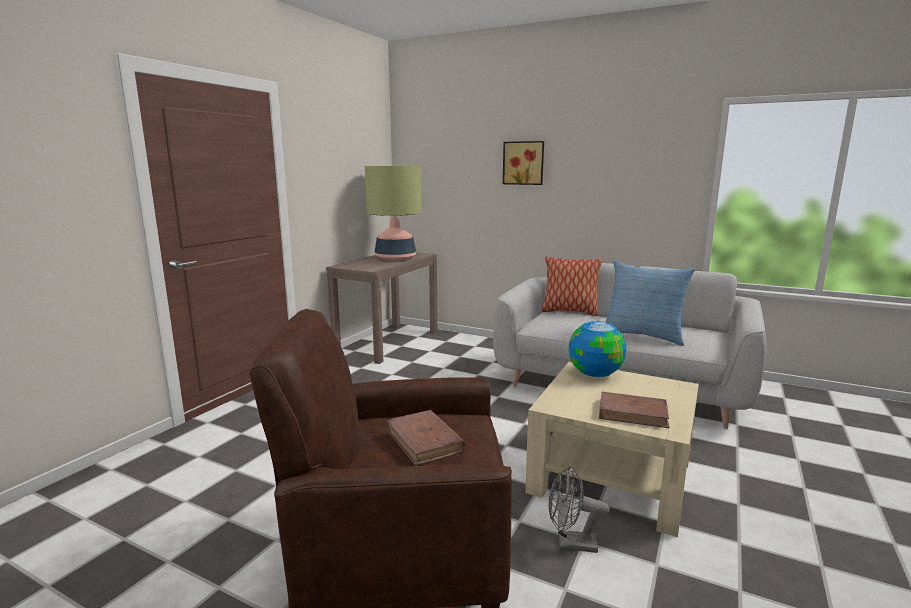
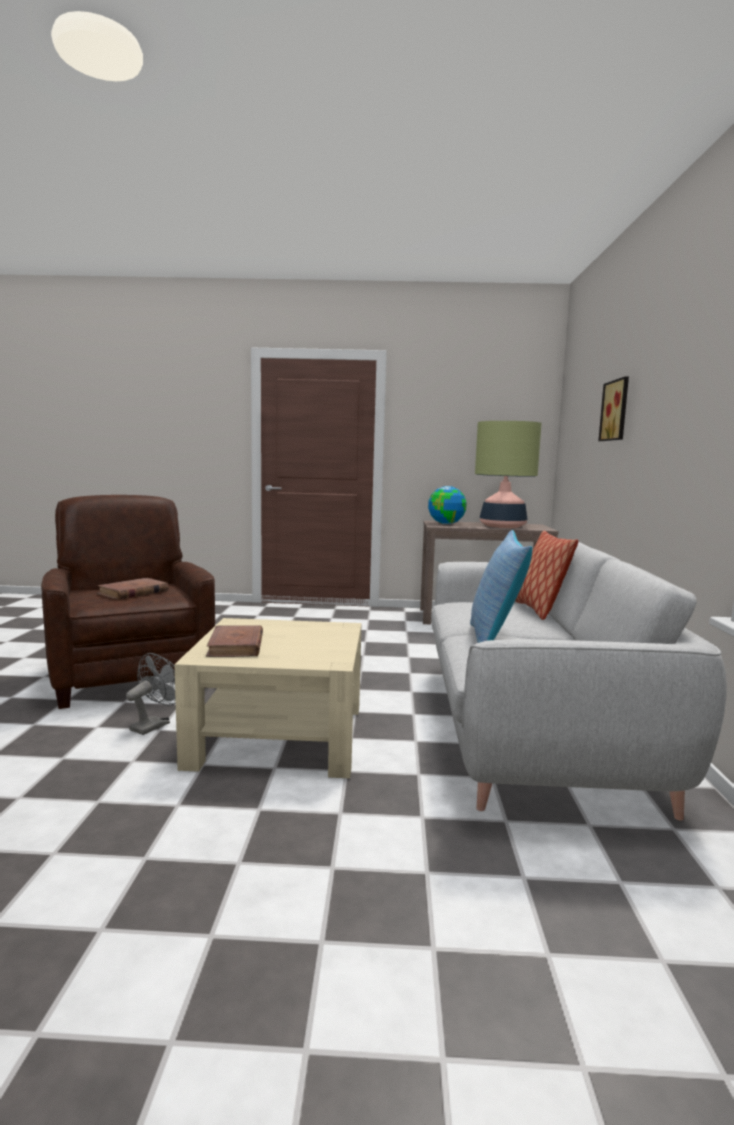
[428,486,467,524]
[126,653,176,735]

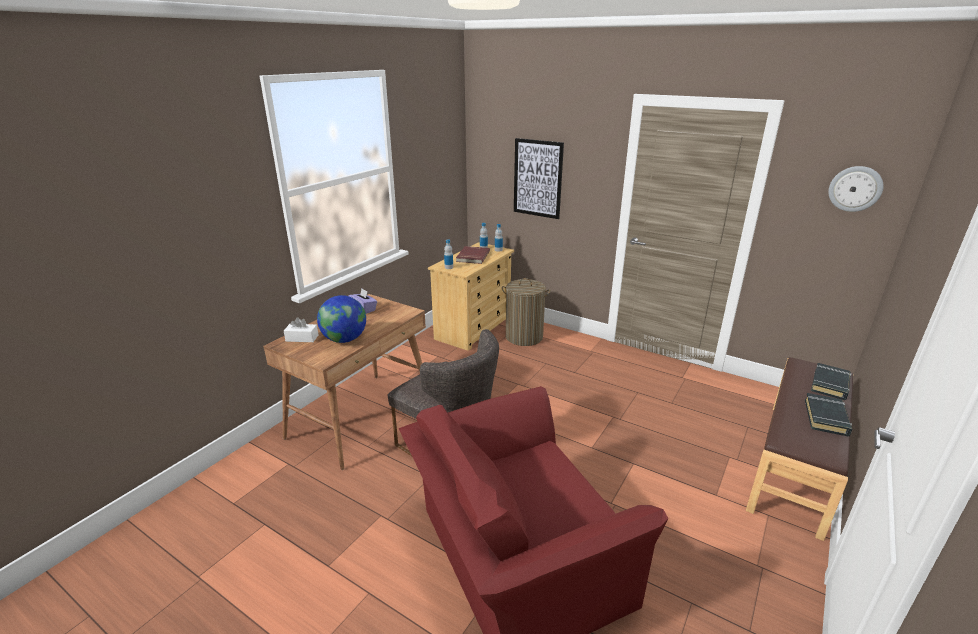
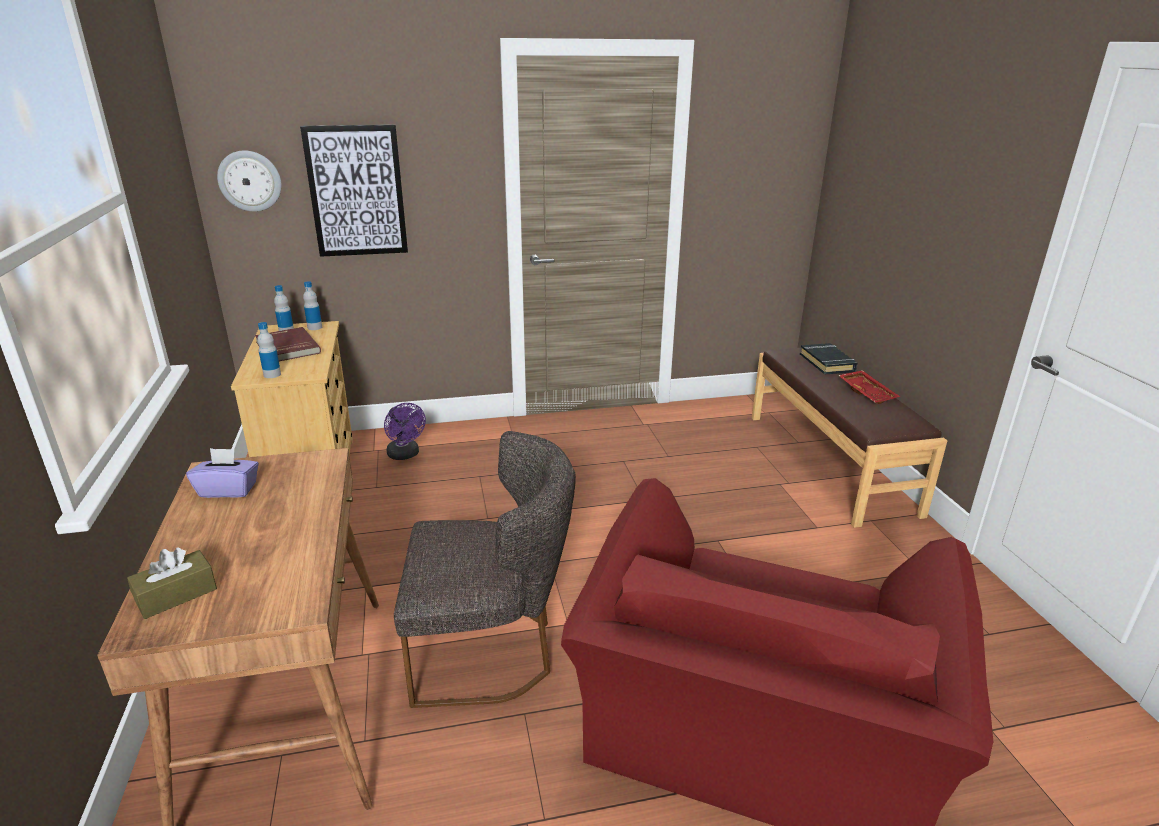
[217,151,281,212]
[384,403,426,460]
[317,295,366,343] (first image)
[127,547,217,619]
[838,370,900,404]

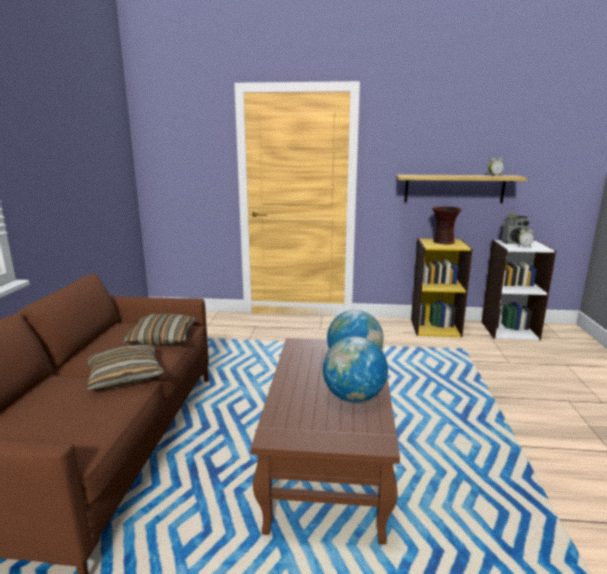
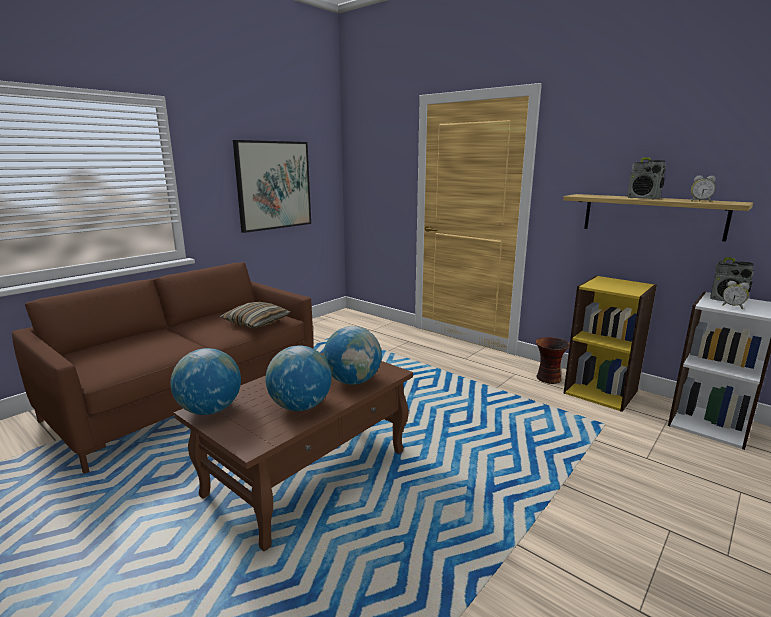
[536,337,570,384]
[86,345,164,390] (first image)
[233,140,311,233]
[627,157,666,199]
[170,348,241,415]

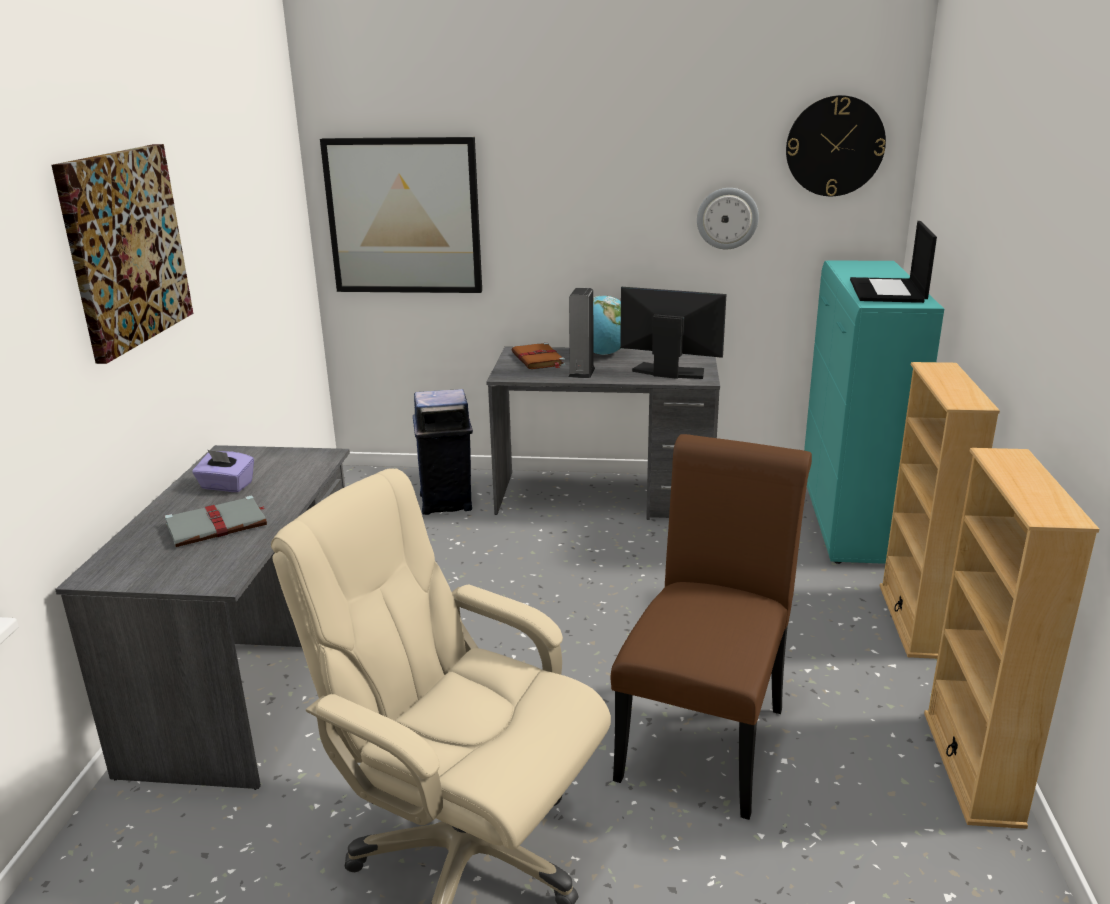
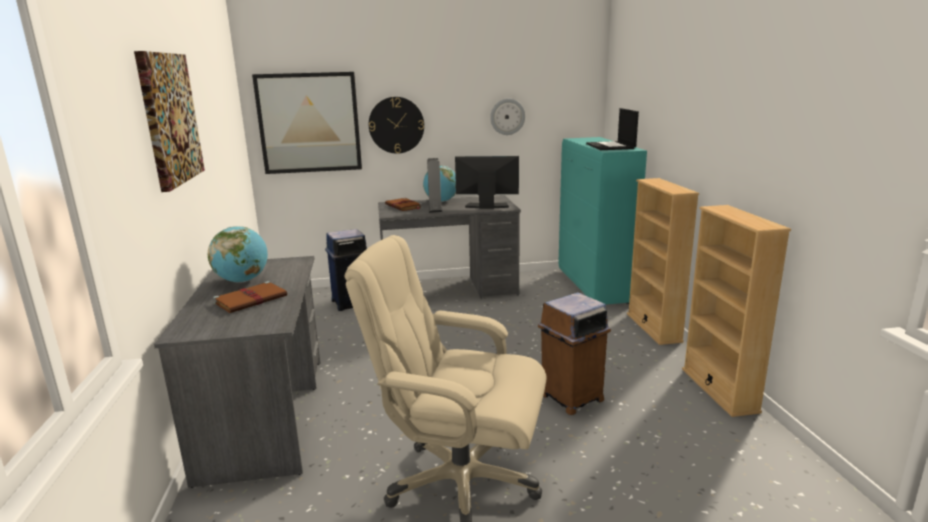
[369,97,424,154]
[538,292,611,415]
[208,226,268,283]
[213,281,287,313]

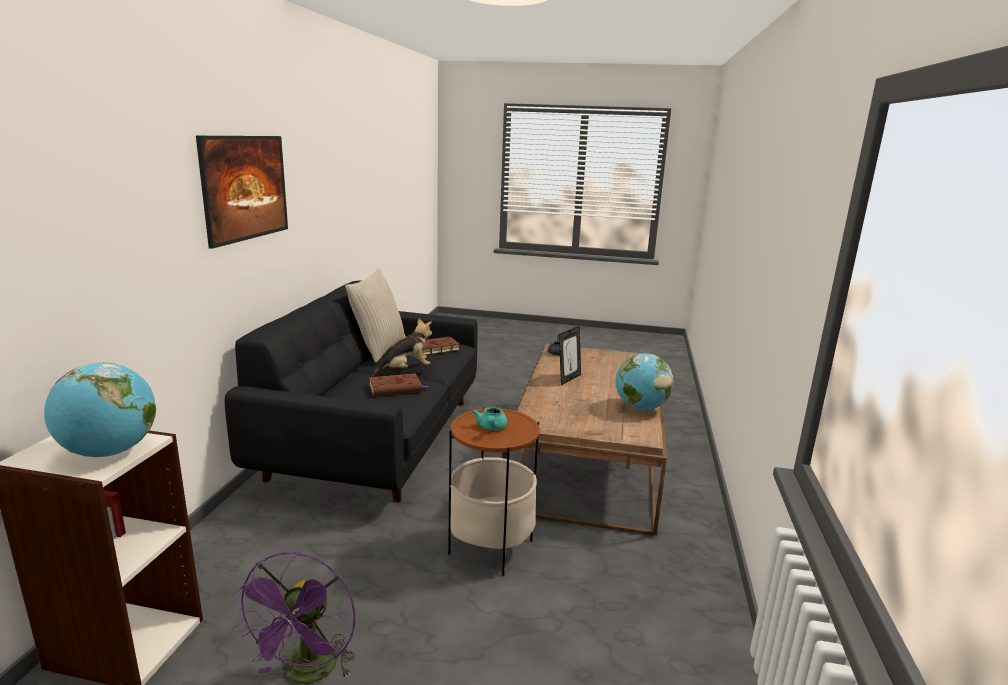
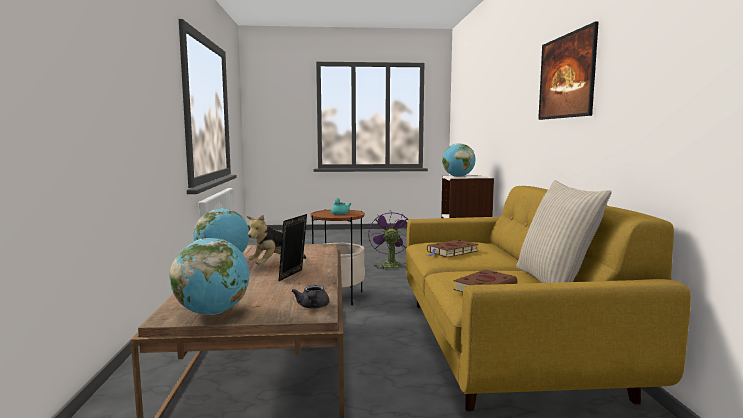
[406,186,691,411]
[246,215,306,265]
[170,238,249,315]

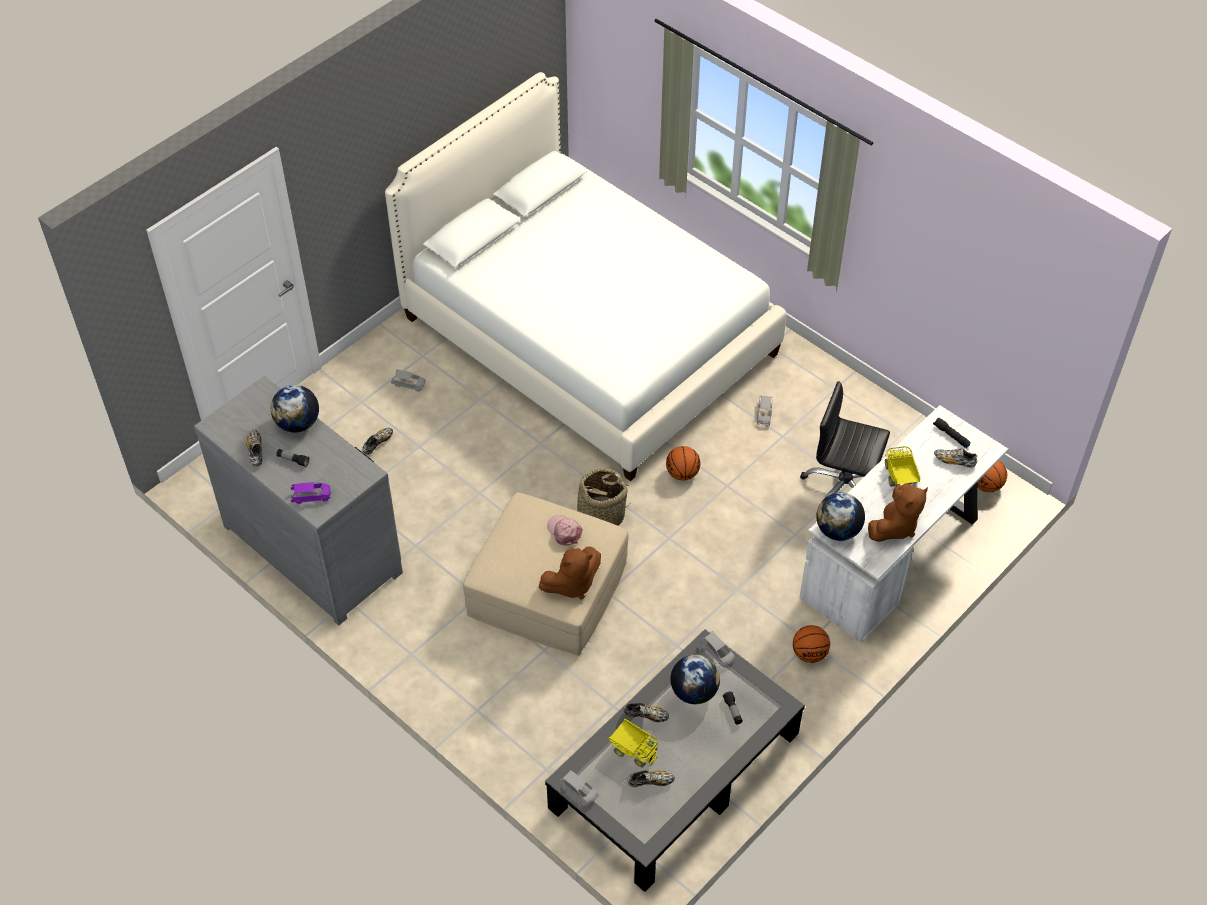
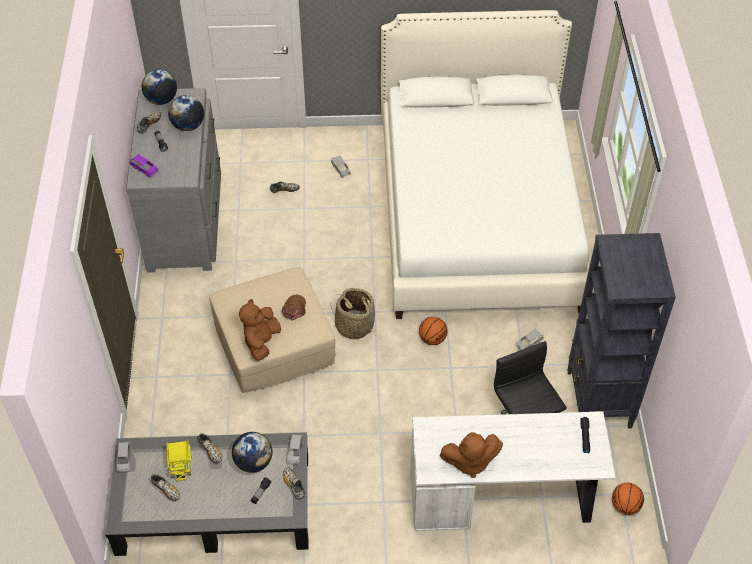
[885,446,920,487] (first image)
[283,467,305,499]
[142,69,177,105]
[282,295,306,321]
[239,299,281,361]
[793,625,830,663] (first image)
[567,233,676,429]

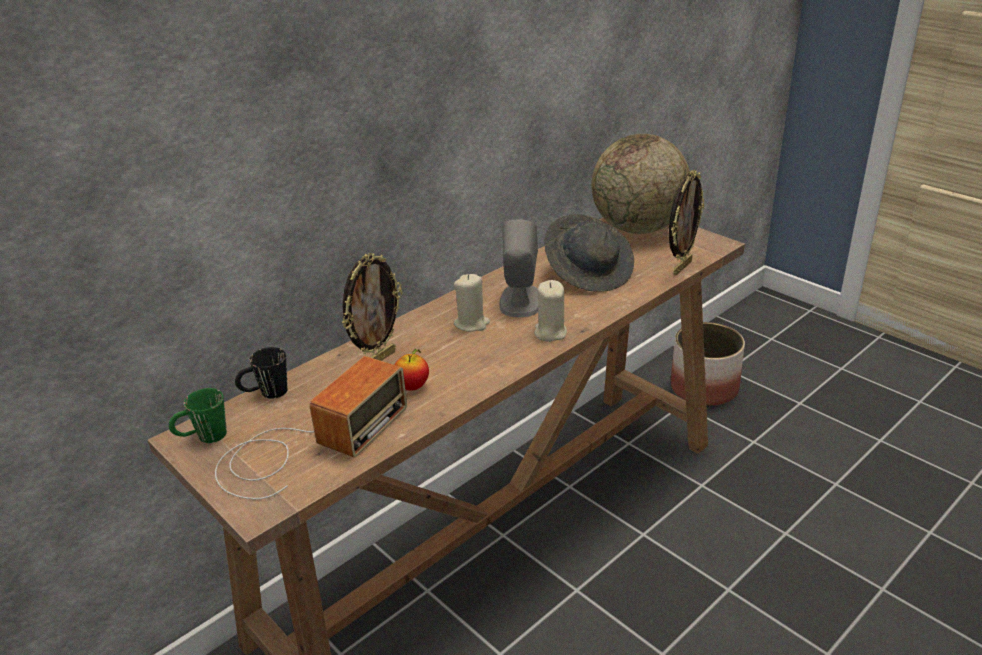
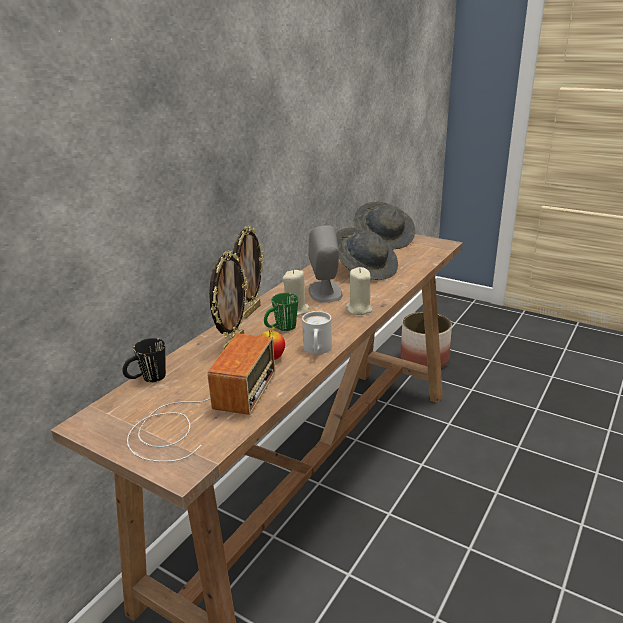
[354,202,416,250]
[233,225,264,319]
[264,293,298,331]
[302,311,332,354]

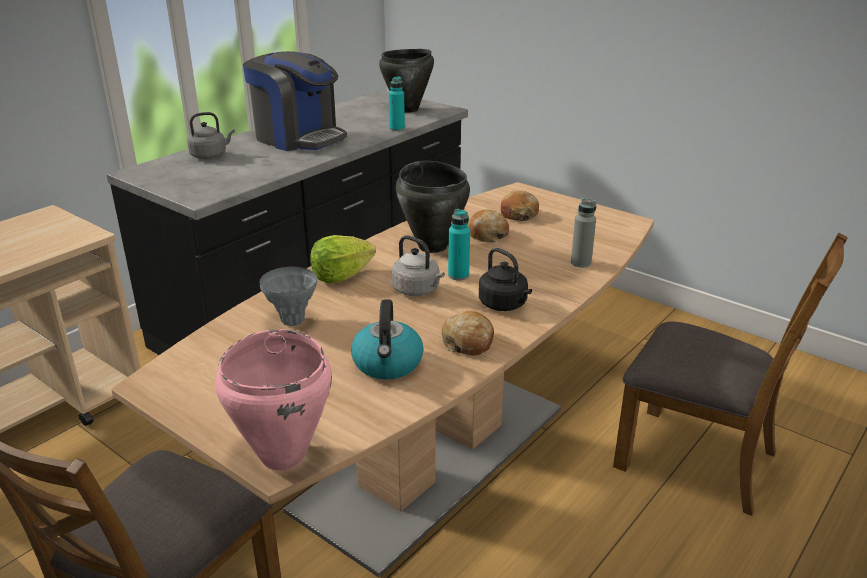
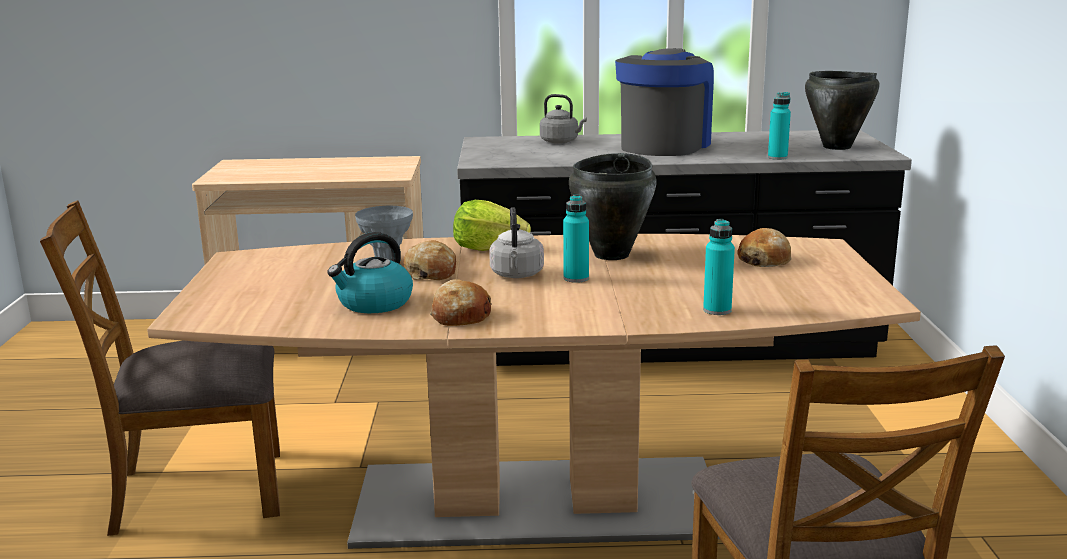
[615,48,714,156]
[703,219,735,315]
[404,240,456,280]
[479,248,532,311] (first image)
[215,329,332,471] (first image)

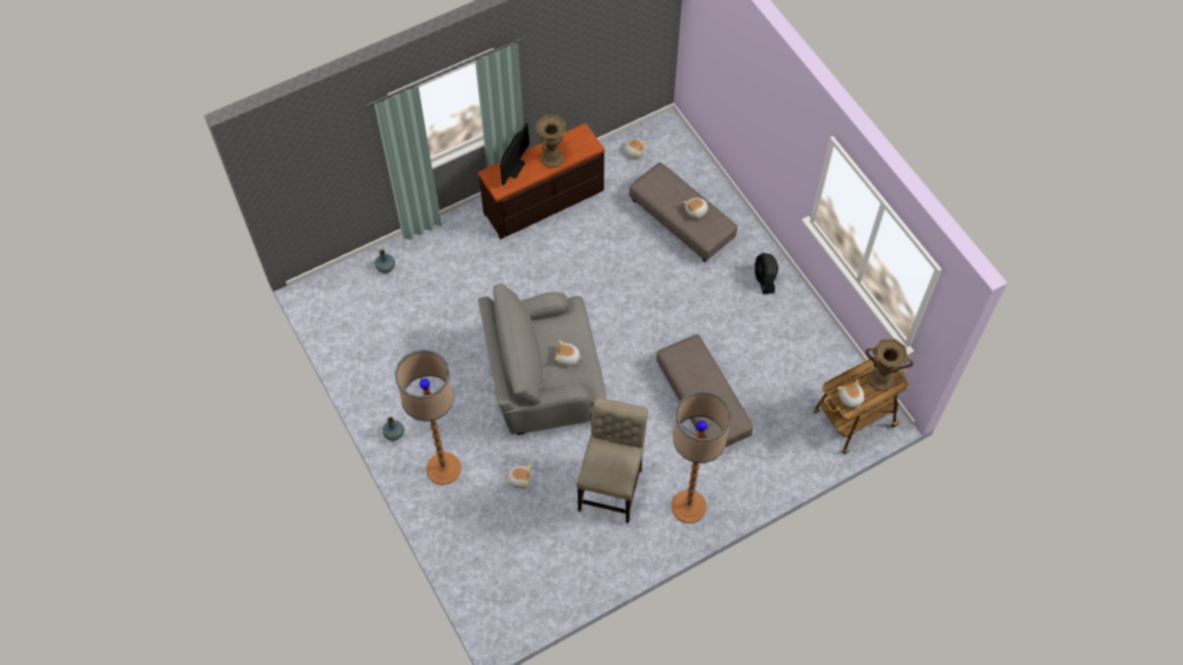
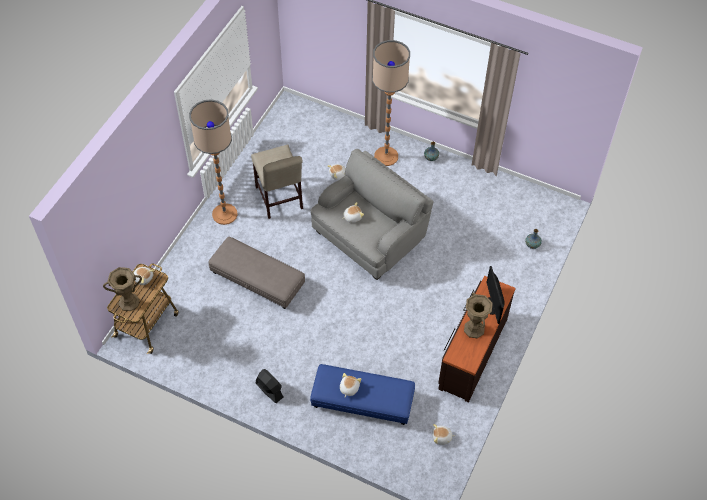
[310,364,415,425]

